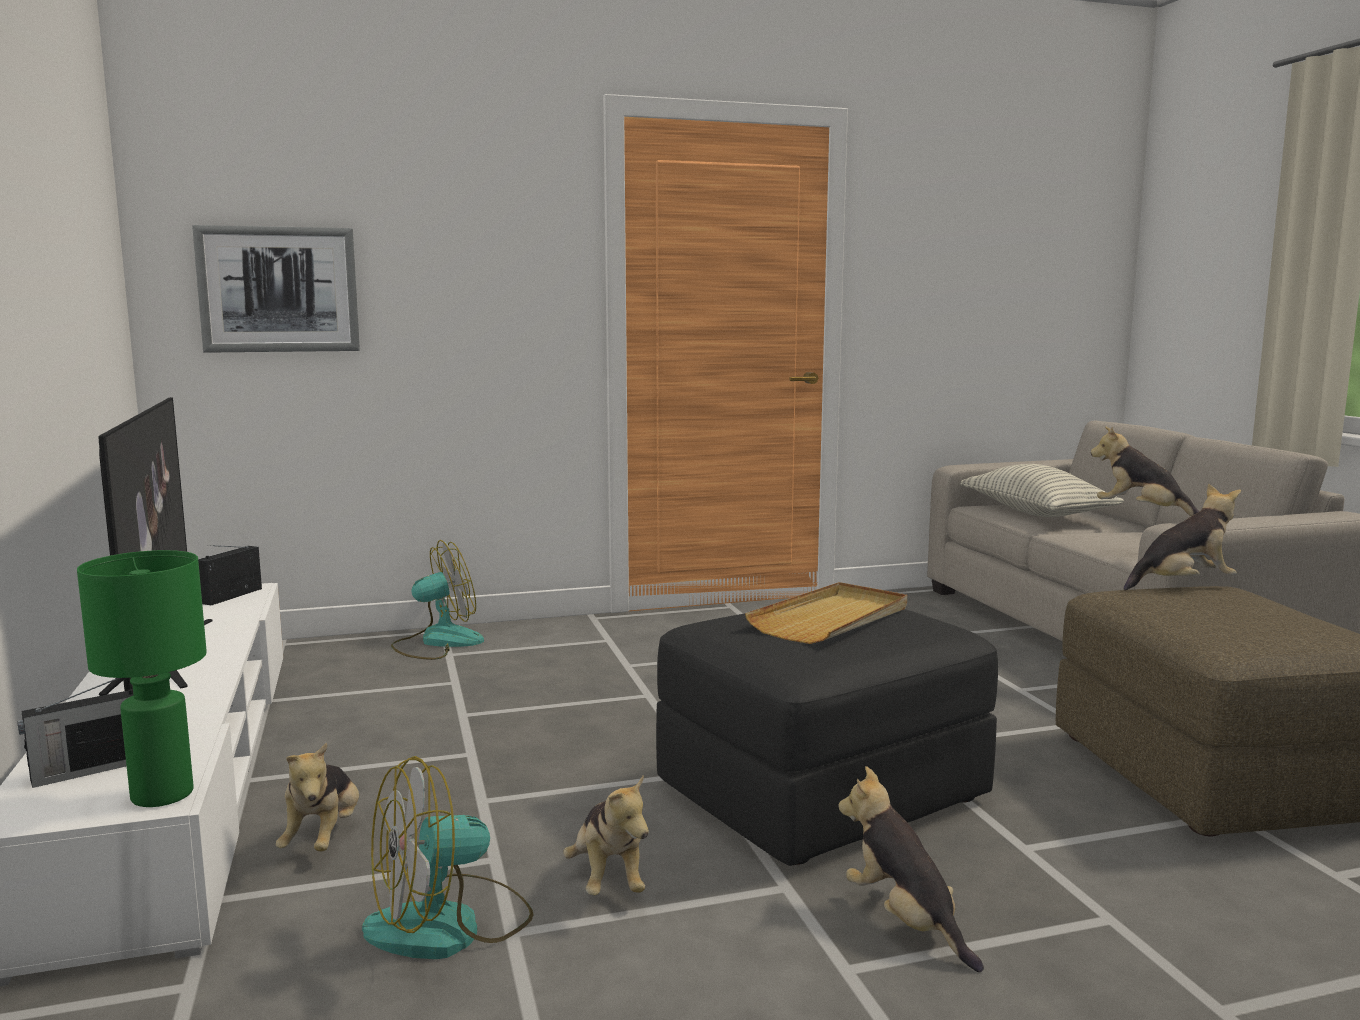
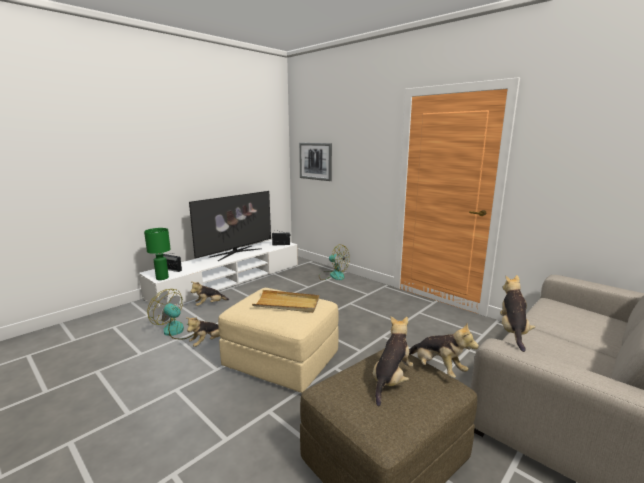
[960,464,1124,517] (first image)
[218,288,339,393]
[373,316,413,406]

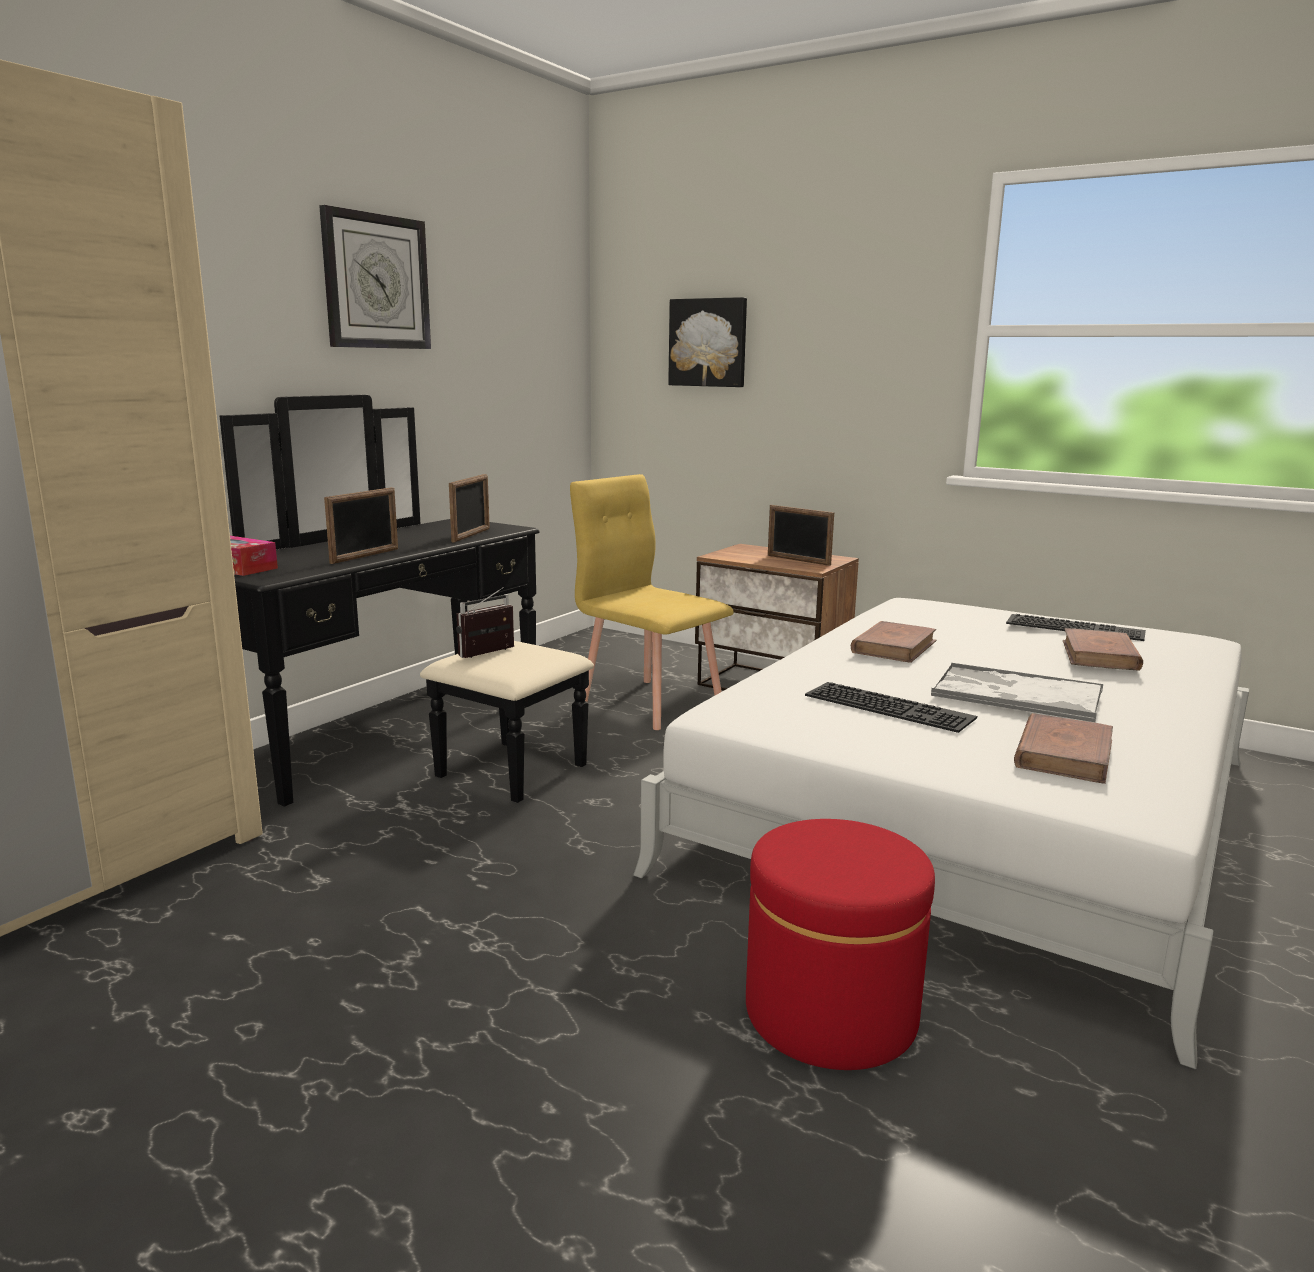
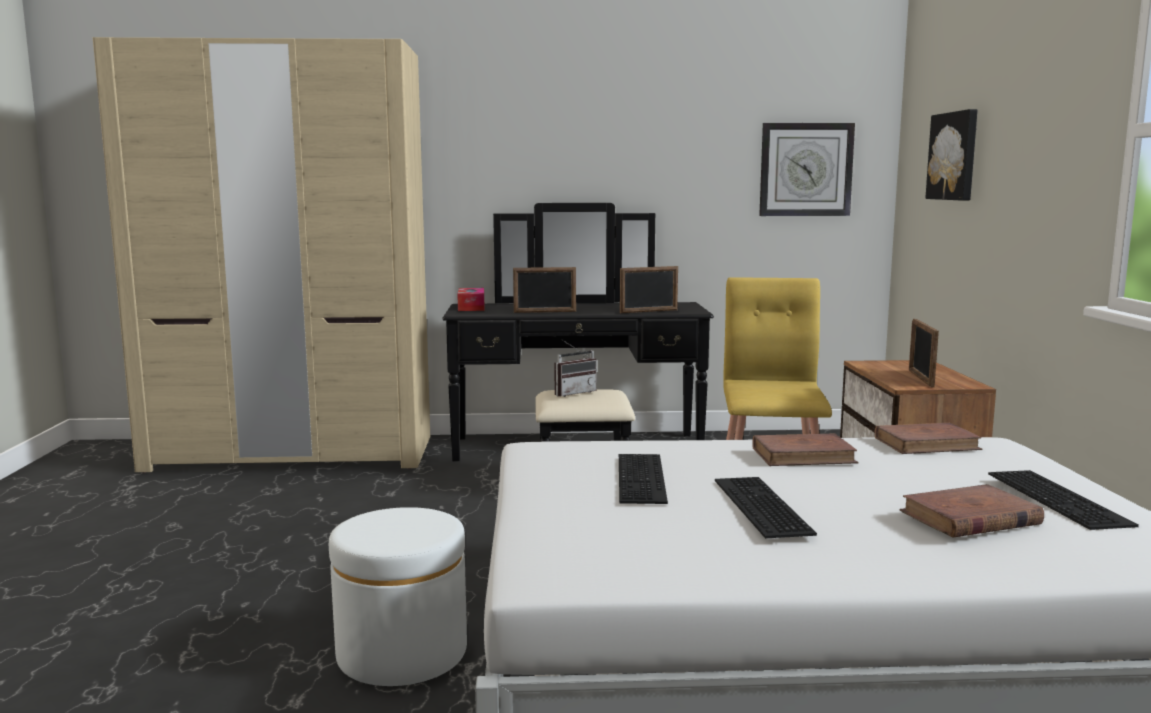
[759,123,855,216]
[555,341,597,397]
[715,477,817,538]
[874,423,982,454]
[329,507,467,686]

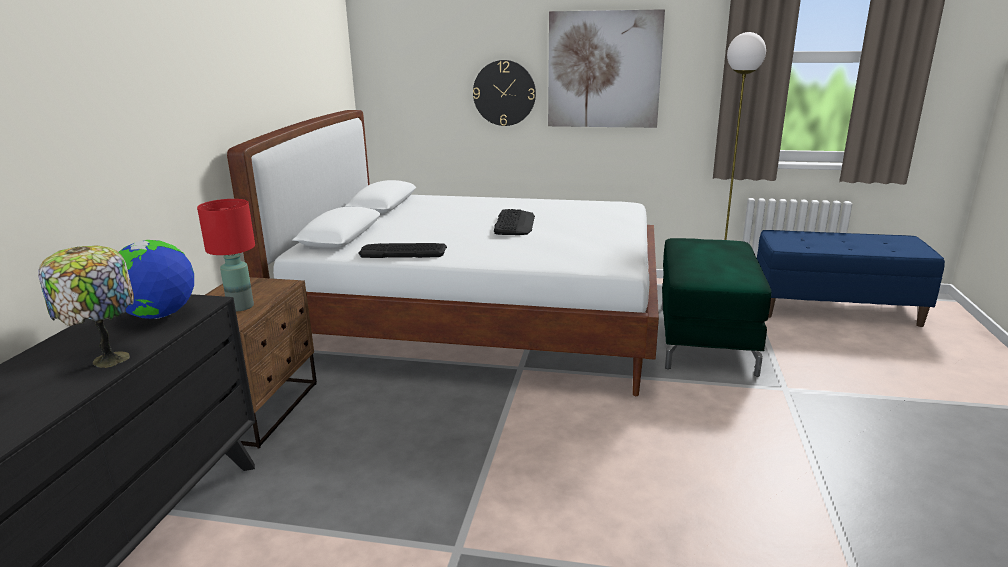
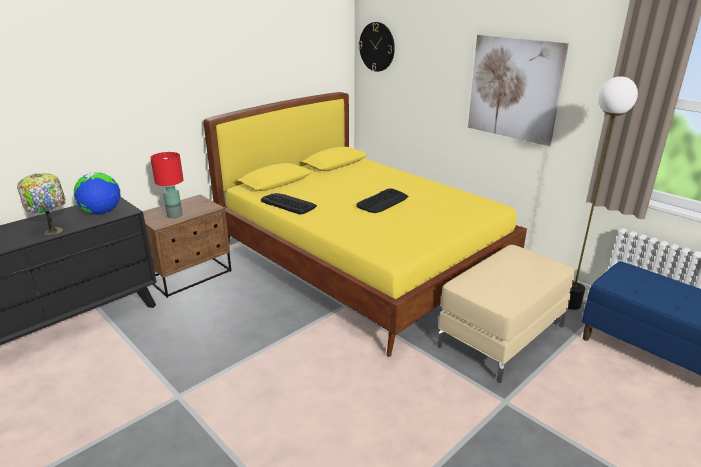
[358,22,395,72]
[203,92,527,357]
[438,245,575,383]

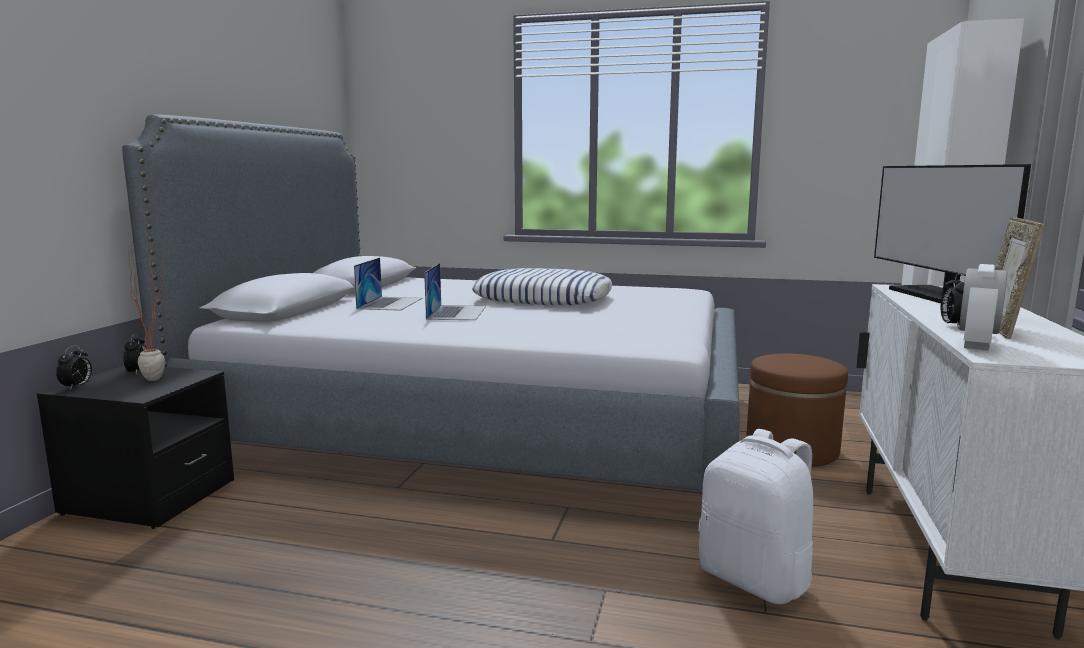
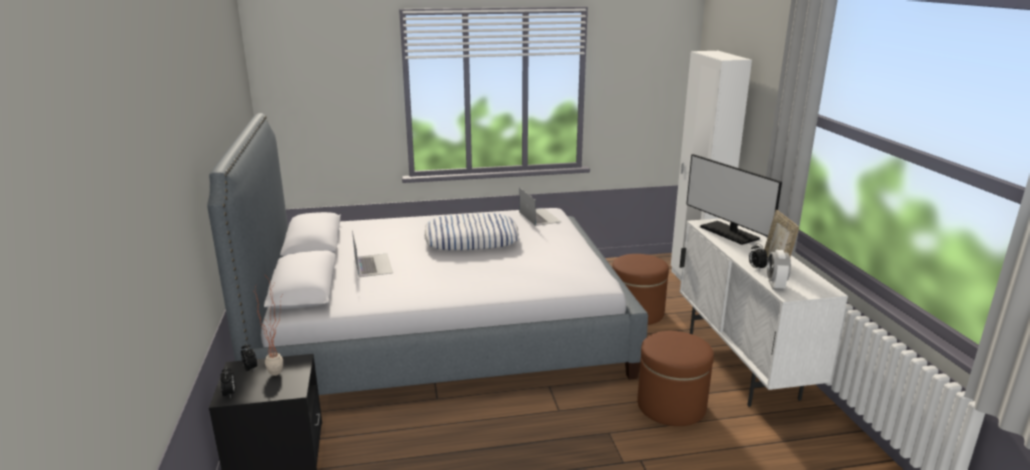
[519,188,561,226]
[637,331,714,426]

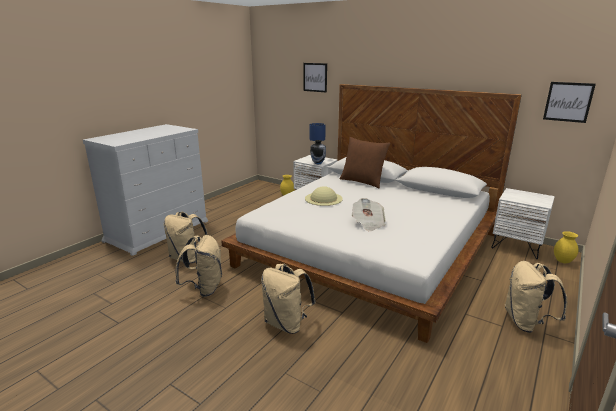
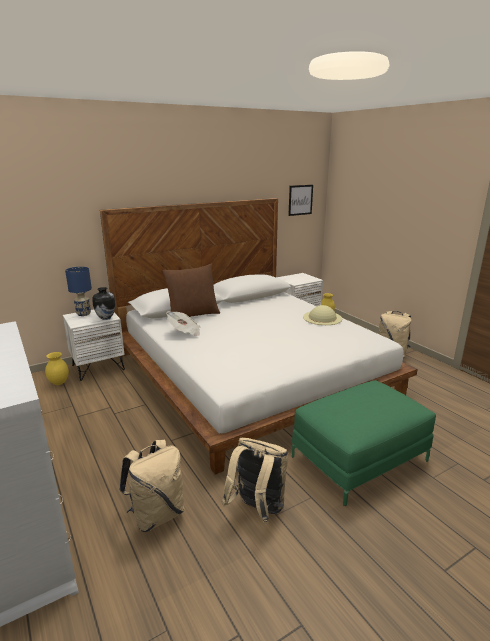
[304,63,327,92] (first image)
[303,305,342,325]
[166,311,201,336]
[292,380,436,506]

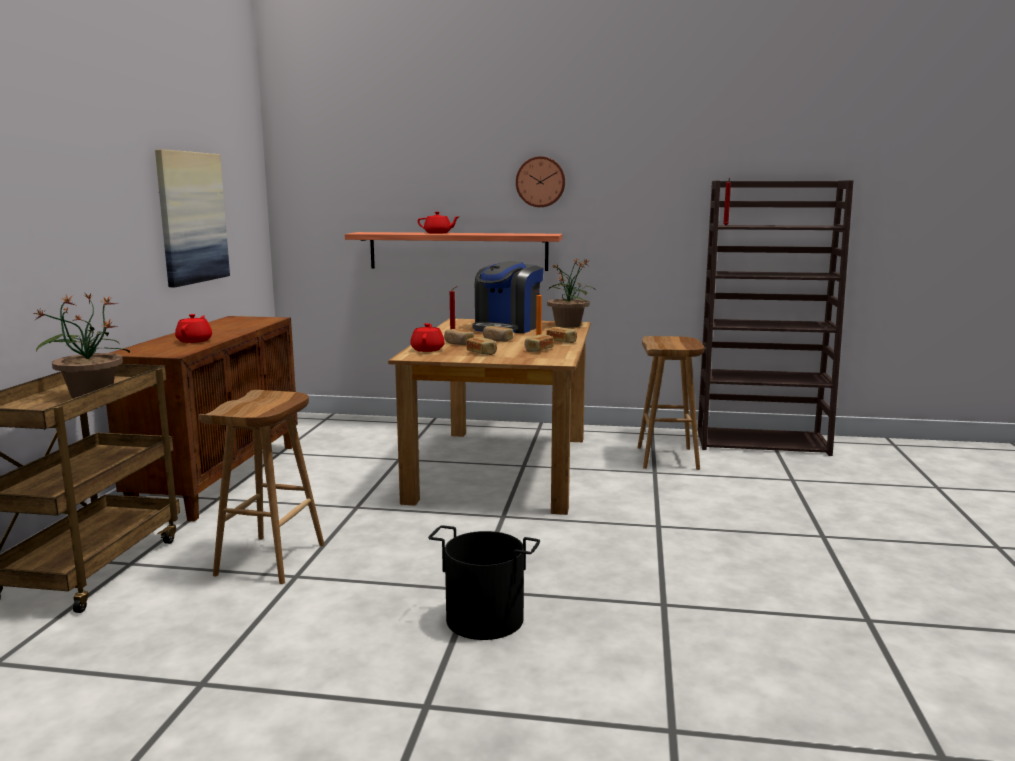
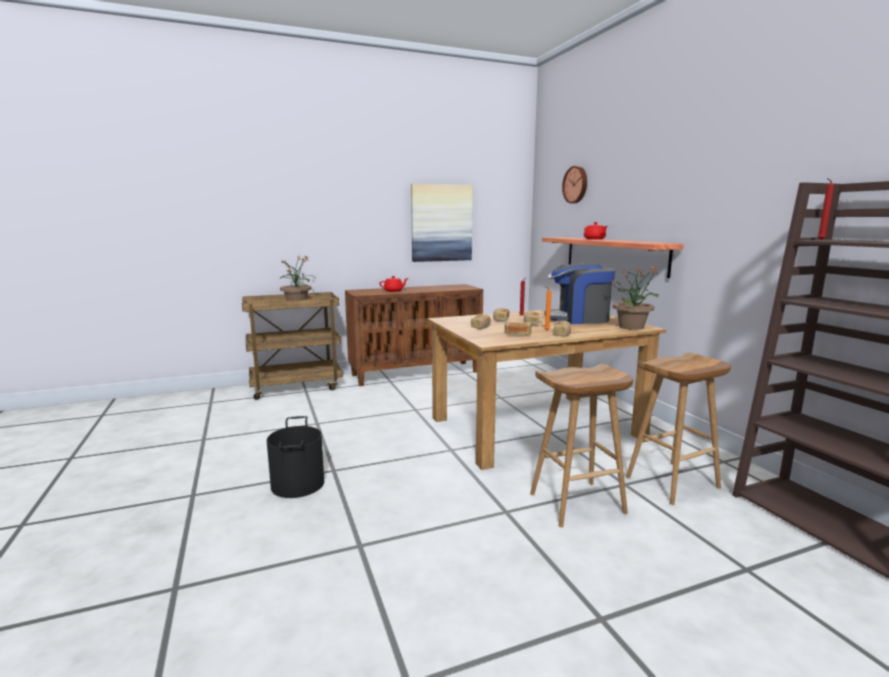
[562,166,587,203]
[410,323,445,352] (first image)
[530,364,633,527]

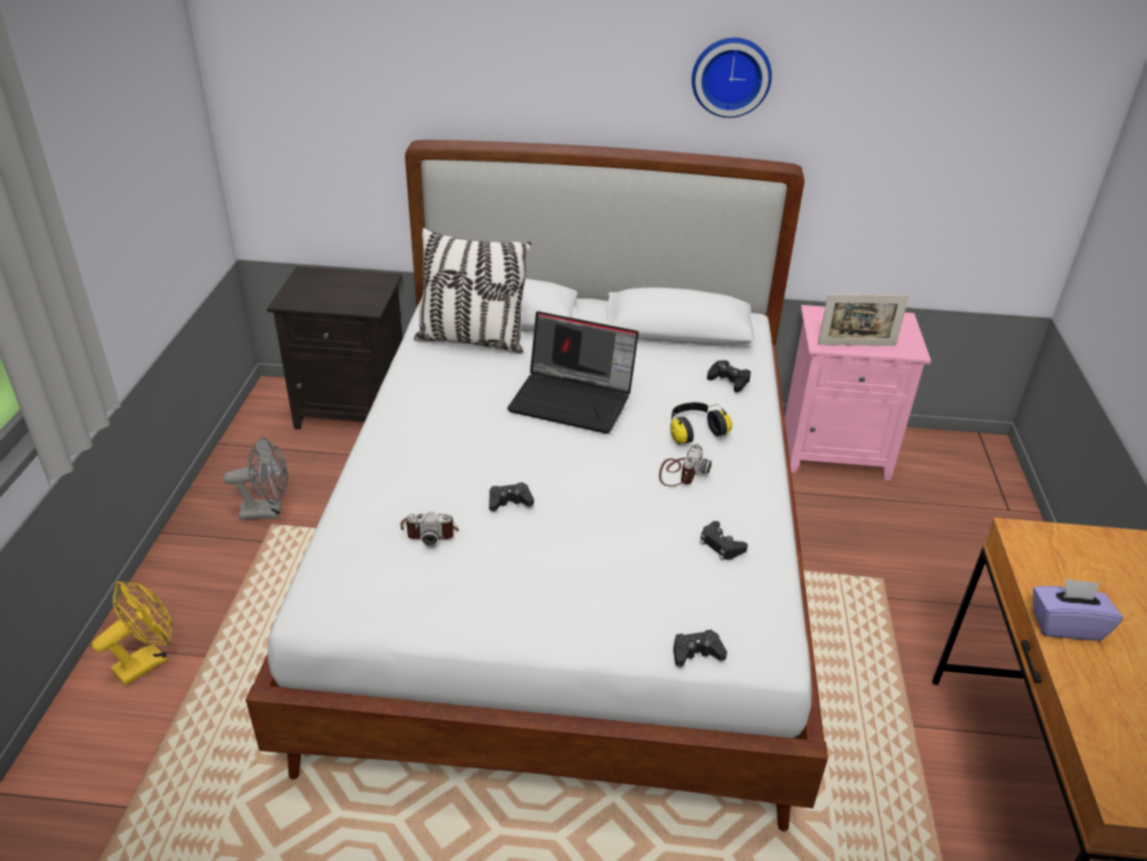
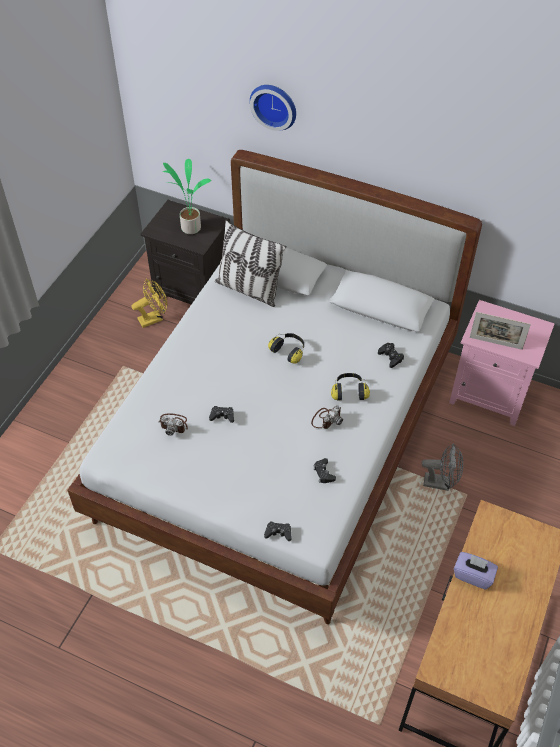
[250,85,296,131]
[268,333,304,364]
[421,443,463,491]
[132,279,168,328]
[163,159,211,234]

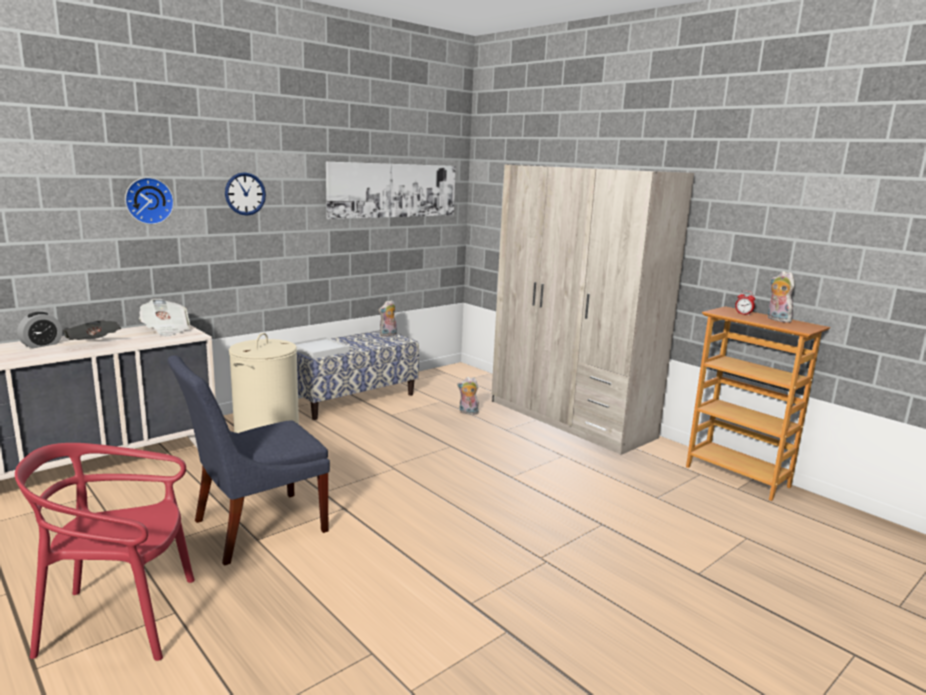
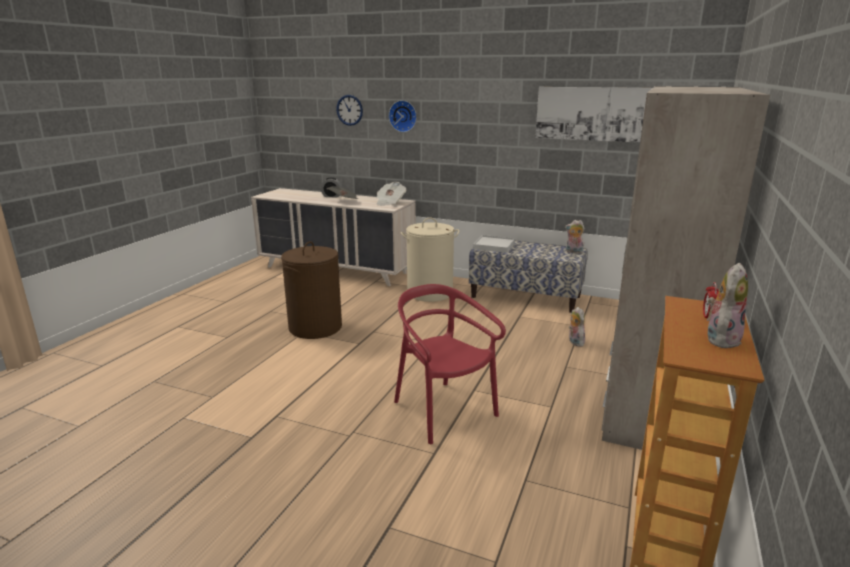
[336,95,363,126]
[281,241,342,339]
[394,284,506,444]

